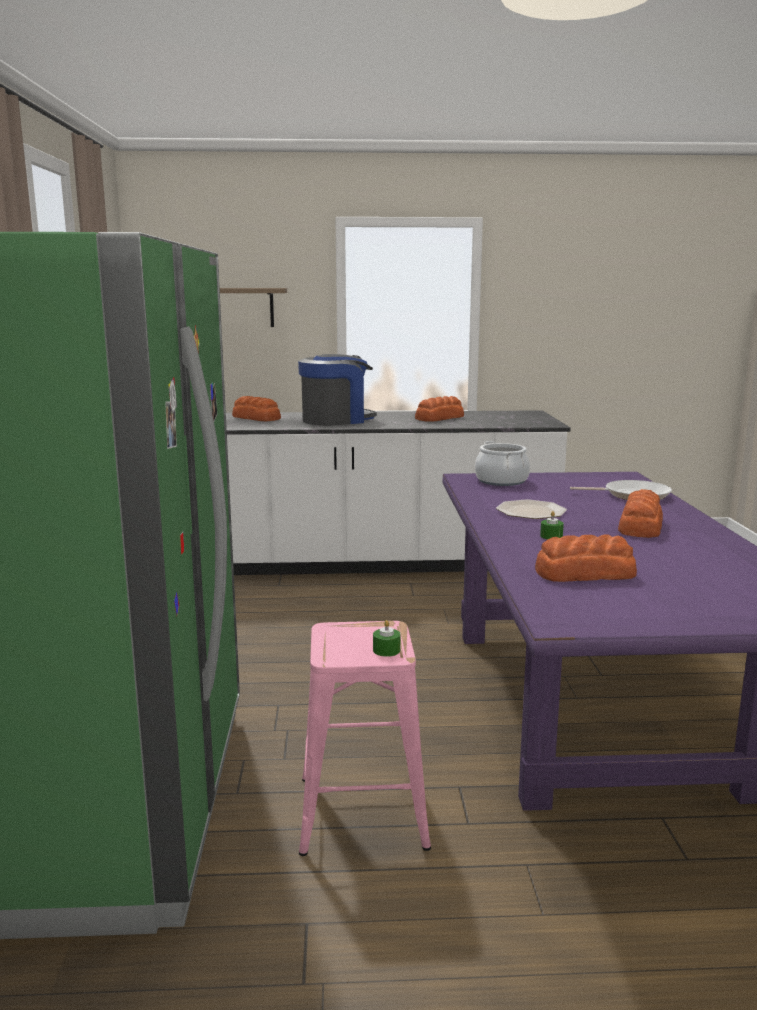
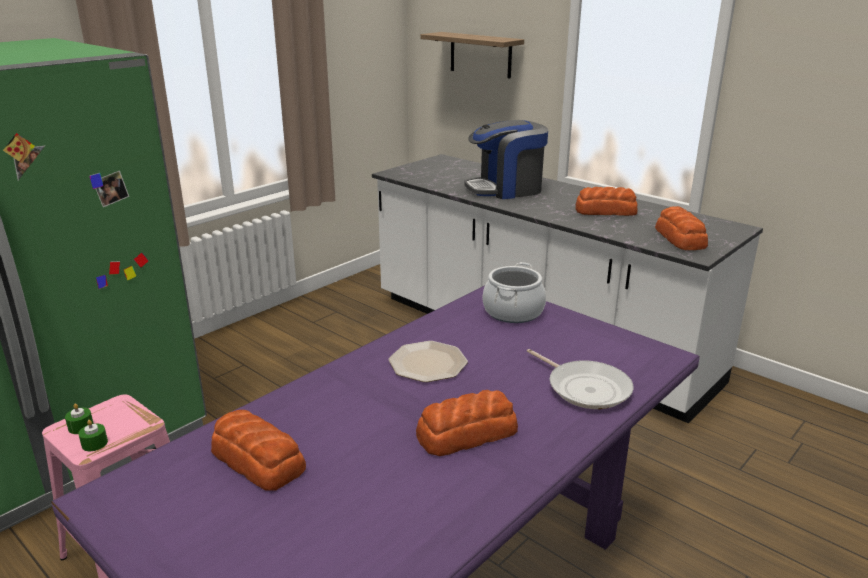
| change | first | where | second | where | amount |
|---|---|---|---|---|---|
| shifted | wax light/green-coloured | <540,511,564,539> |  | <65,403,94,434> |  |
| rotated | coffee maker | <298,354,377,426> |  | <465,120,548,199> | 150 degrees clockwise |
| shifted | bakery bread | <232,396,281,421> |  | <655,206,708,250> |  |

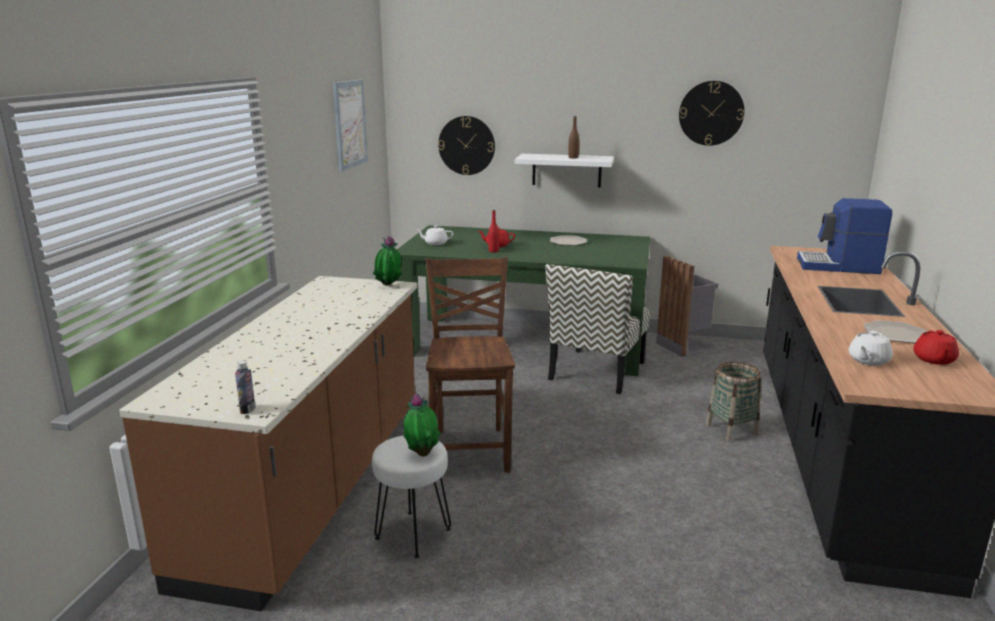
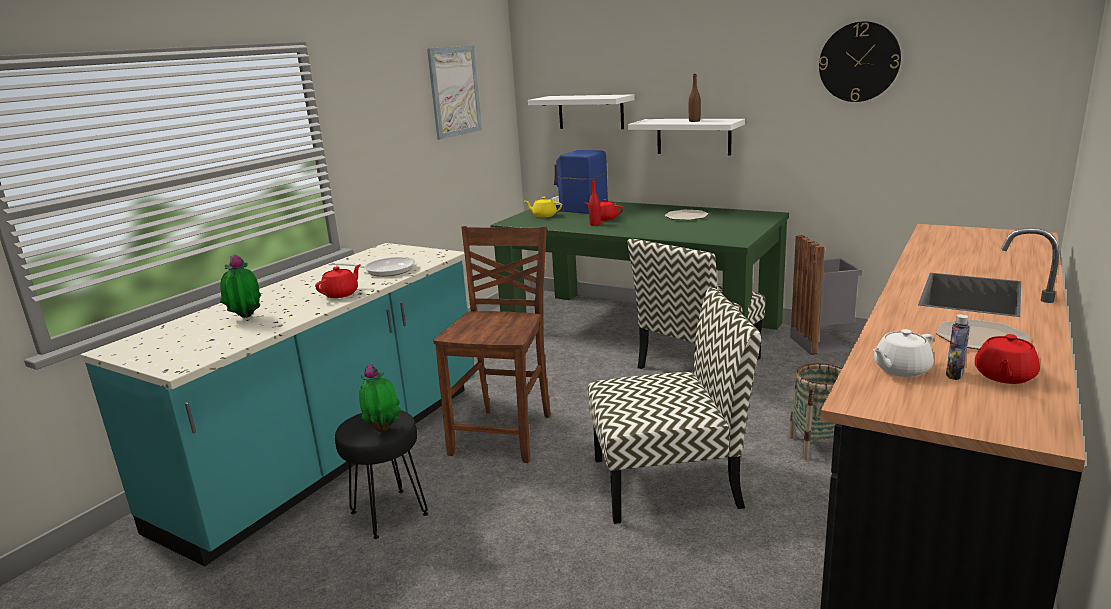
| change | first | where | second | where | amount |
|---|---|---|---|---|---|
| repainted | kitchen counter/brown-coloured | <119,276,417,611> | kitchen counter/turquoise-coloured | <80,243,475,567> |  |
| shifted | plant in a pot | <373,236,402,286> |  | <220,254,261,318> |  |
| new |  |  | tea pot/reddish | <315,264,361,298> |  |
| new |  |  | frying pan | <328,257,415,277> |  |
| repainted | stool/white-coloured | <372,435,451,558> | stool/black | <335,410,428,539> |  |
| repainted | tea pot/white-coloured | <417,225,454,245> | tea pot/yellowish | <525,197,562,218> |  |
| swapped | clock on the wall | <438,116,495,175> | bracket shelf/white-coloured | <528,94,635,129> |  |
| shifted | coffee maker | <797,198,892,274> |  | <550,150,608,214> |  |
| new |  |  | upright chair | <587,287,761,524> |  |
| shifted | drink bottle | <235,361,256,414> |  | <946,314,970,380> |  |

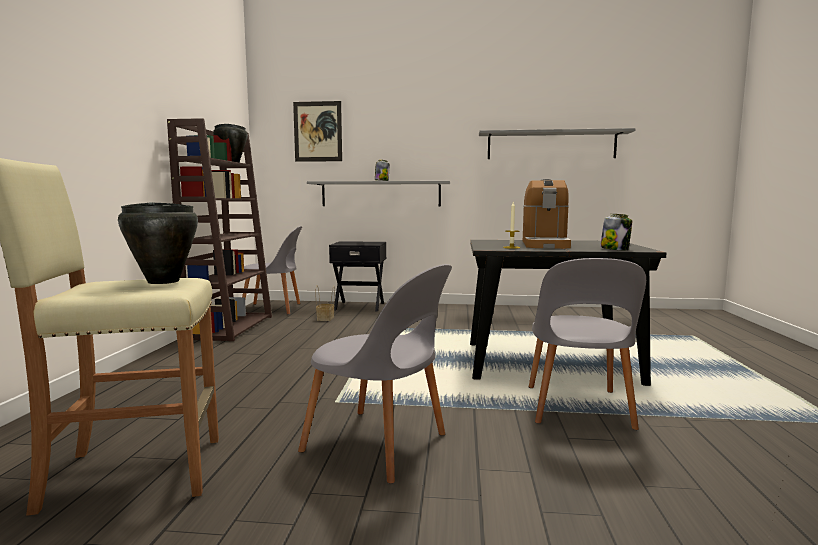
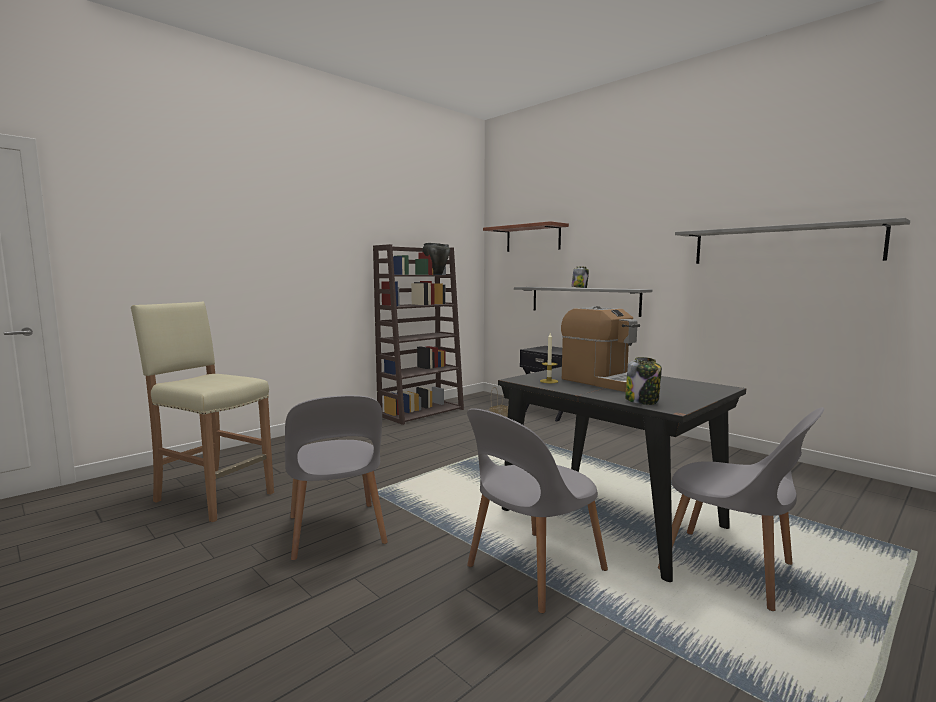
| change | first | where | second | where | amount |
|---|---|---|---|---|---|
| swapped | wall picture | <293,101,342,162> | bracket shelf | <483,221,569,252> |  |
| rotated | coffee maker | <523,179,571,249> |  | <561,306,640,392> | 90 degrees counterclockwise |
| shifted | upright chair/gray | <242,226,302,315> |  | <658,407,824,611> |  |
| gone | cooking pot/black | <118,202,198,284> |  |  |  |

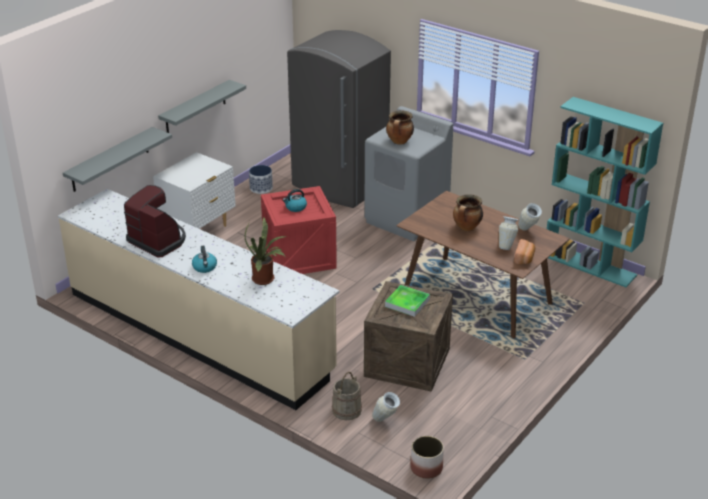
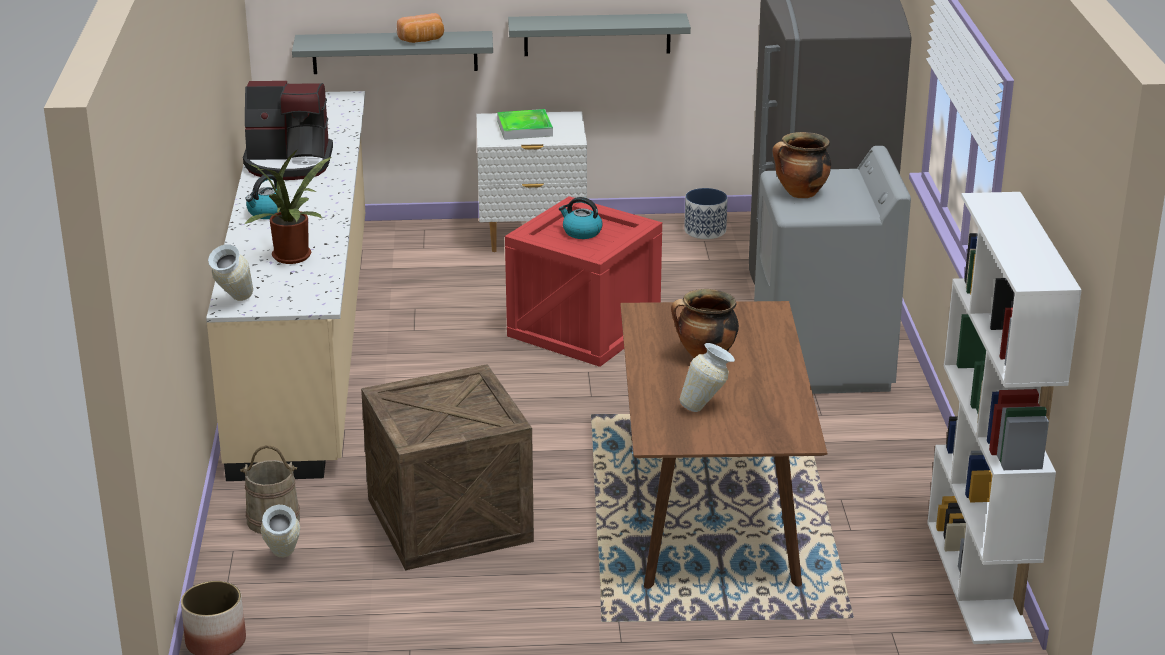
| change | first | where | second | where | amount |
|---|---|---|---|---|---|
| shifted | vase | <518,203,542,231> |  | <208,244,253,301> |  |
| rotated | coffee maker | <124,185,186,257> |  | <243,81,333,180> | 90 degrees clockwise |
| shifted | bakery bread | <514,239,535,265> |  | <397,13,444,43> |  |
| shifted | carrying tray | <385,285,430,317> |  | <497,109,553,140> |  |
| repainted | bookshelf/turquoise-coloured | <547,97,663,287> | bookshelf/white-coloured | <927,192,1082,644> |  |

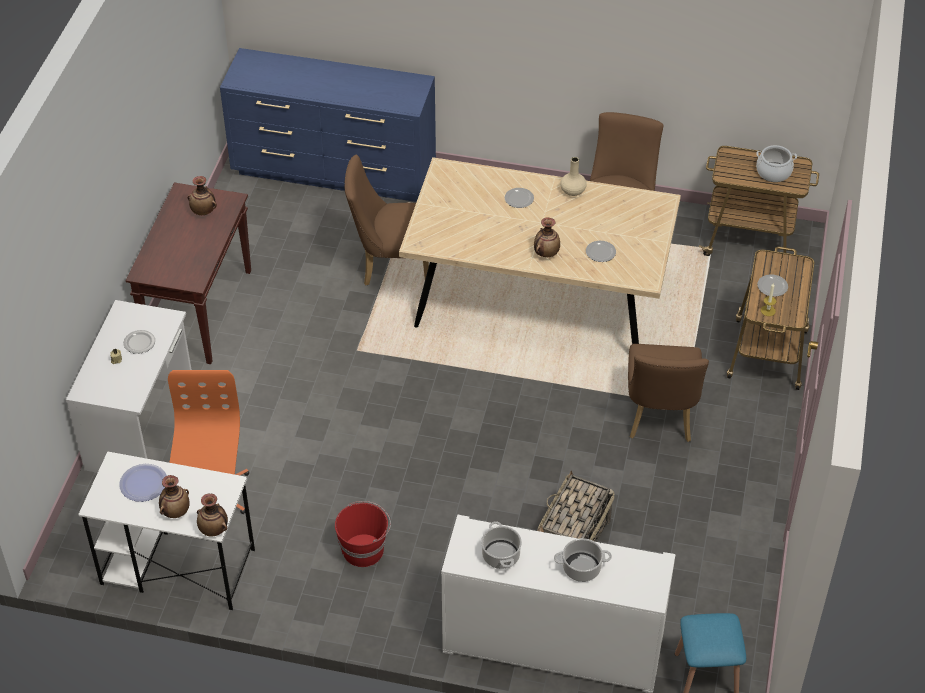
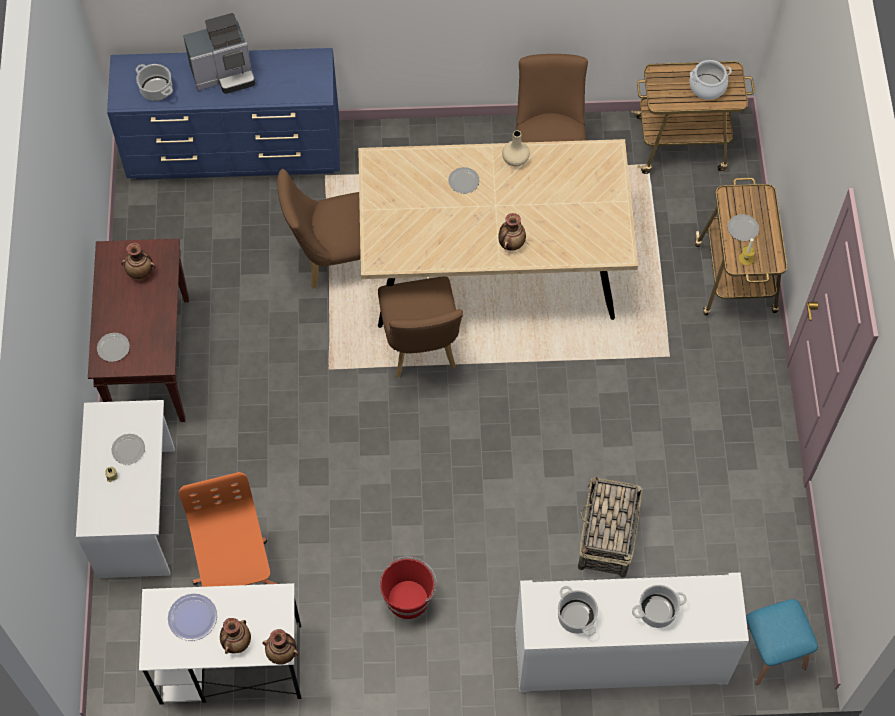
| change | first | where | second | where | amount |
|---|---|---|---|---|---|
| shifted | plate | <586,241,616,262> |  | <97,333,130,362> |  |
| new |  |  | cooking pot | <136,64,173,101> |  |
| new |  |  | coffee maker | <183,13,255,94> |  |
| shifted | upright chair/brown-coloured | <628,344,709,442> |  | <378,276,463,377> |  |

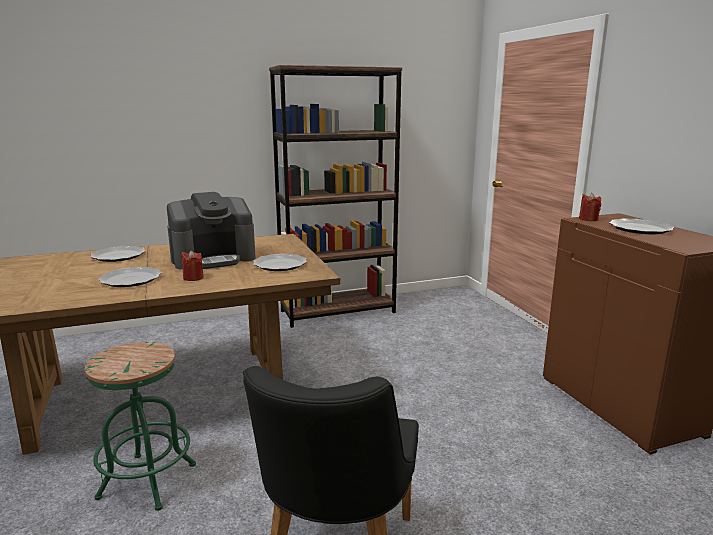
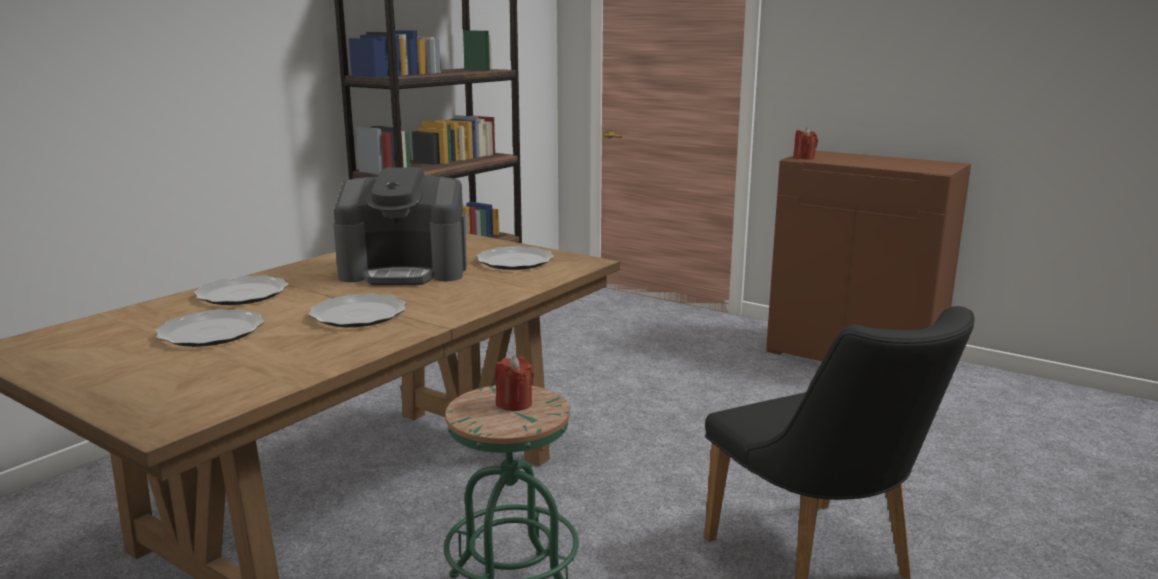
| change | first | where | second | where | amount |
|---|---|---|---|---|---|
| shifted | plate | <609,218,675,234> |  | <155,309,264,347> |  |
| rotated | coffee maker | <167,192,256,270> |  | <333,167,467,285> | 60 degrees clockwise |
| shifted | wax light/reddish | <181,250,204,281> |  | <496,356,534,411> |  |

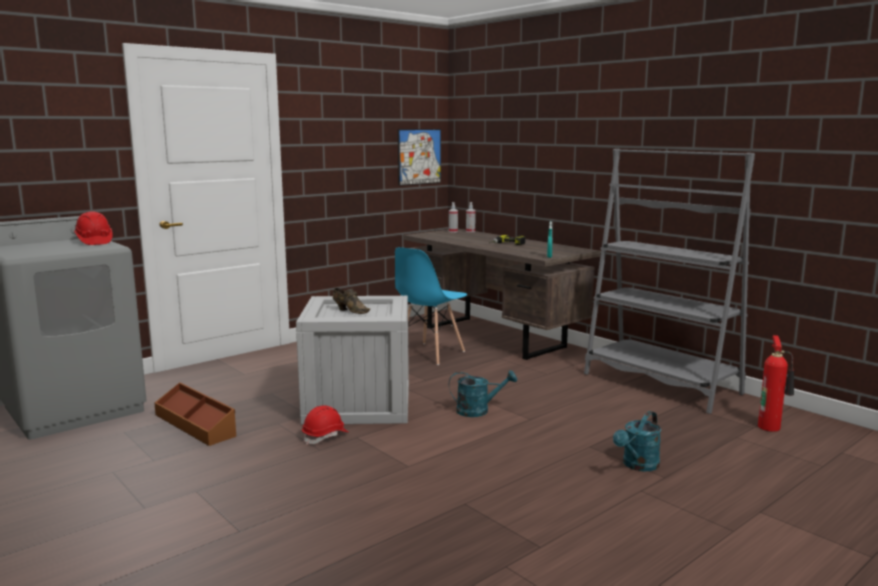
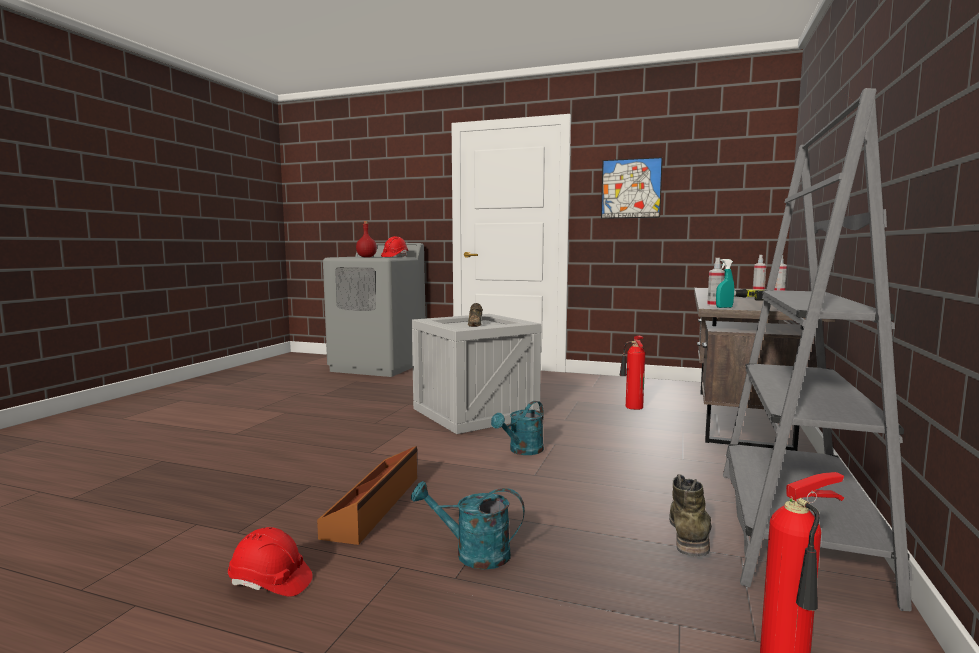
| change | first | where | second | where | amount |
|---|---|---|---|---|---|
| shifted | safety helmet/reddish | <302,406,348,445> |  | <228,527,313,597> |  |
| shifted | storage container/brown-coloured | <155,382,236,446> |  | <317,446,417,545> |  |
| new |  |  | drink bottle/reddish | <356,221,377,257> |  |
| rotated | watering can/turquoise-coloured | <449,370,517,417> |  | <491,401,544,455> | 75 degrees clockwise |
| shifted | wall picture | <398,129,441,186> |  | <601,157,663,219> |  |
| swapped | upright chair/blue | <395,247,467,365> | extinguisher | <620,336,645,410> |  |
| new |  |  | boot/green-coloured | <669,474,712,557> |  |
| new |  |  | hand sprayer | <707,258,725,307> |  |

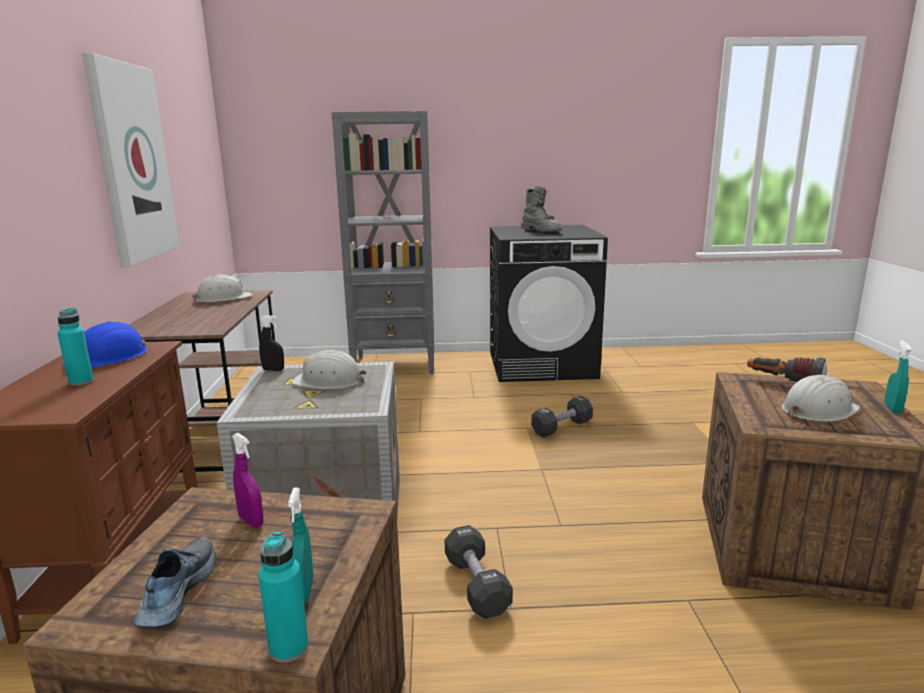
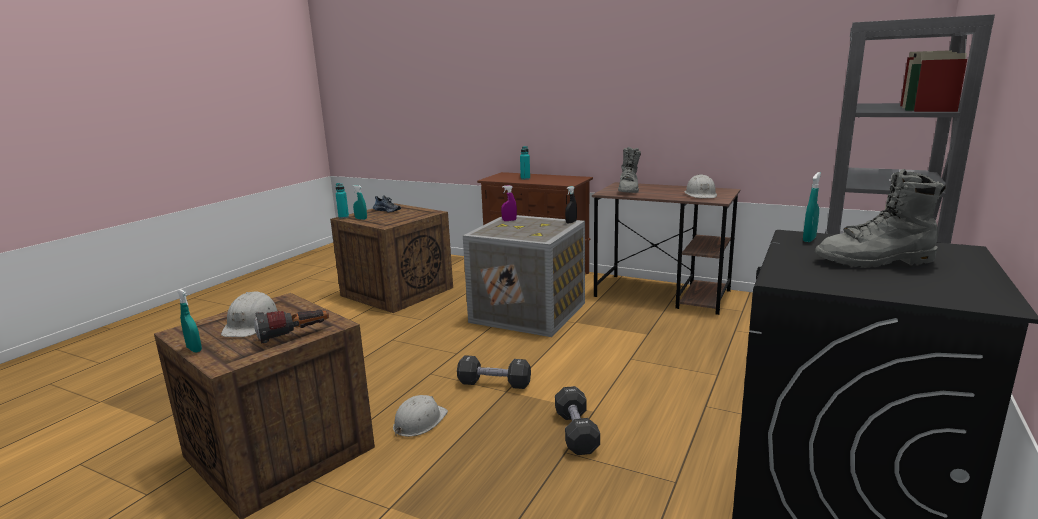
| change | first | where | second | where | amount |
|---|---|---|---|---|---|
| shifted | safety helmet/white-coloured | <291,350,366,389> |  | <393,395,448,437> |  |
| shifted | dumbbell/black | <445,525,513,619> |  | <457,355,531,389> |  |
| shifted | hand sprayer/purple-coloured | <232,433,264,528> |  | <501,185,517,221> |  |
| new |  |  | boot/gray | <618,147,641,193> |  |
| new |  |  | hand sprayer/turquoise-coloured | <803,172,821,242> |  |
| gone | safety helmet/blue | <62,321,147,368> |  |  |  |
| gone | wall picture | <82,53,179,267> |  |  |  |

